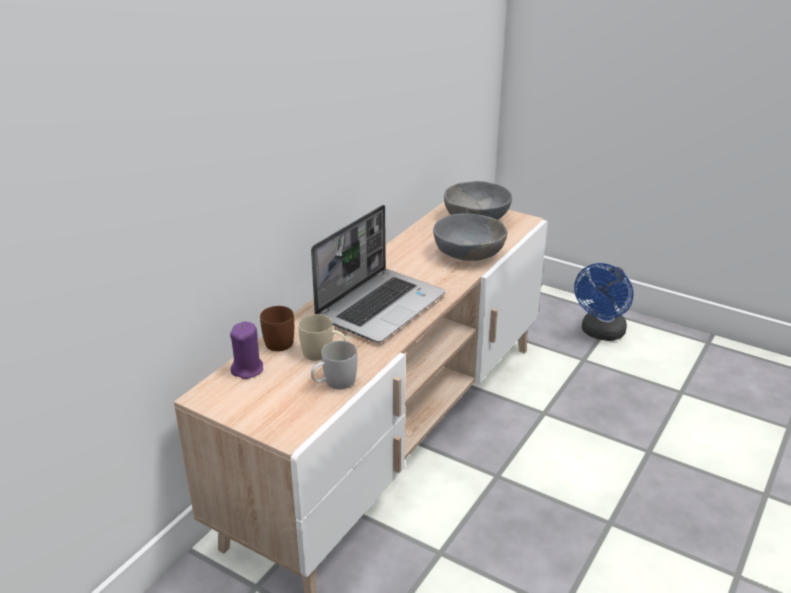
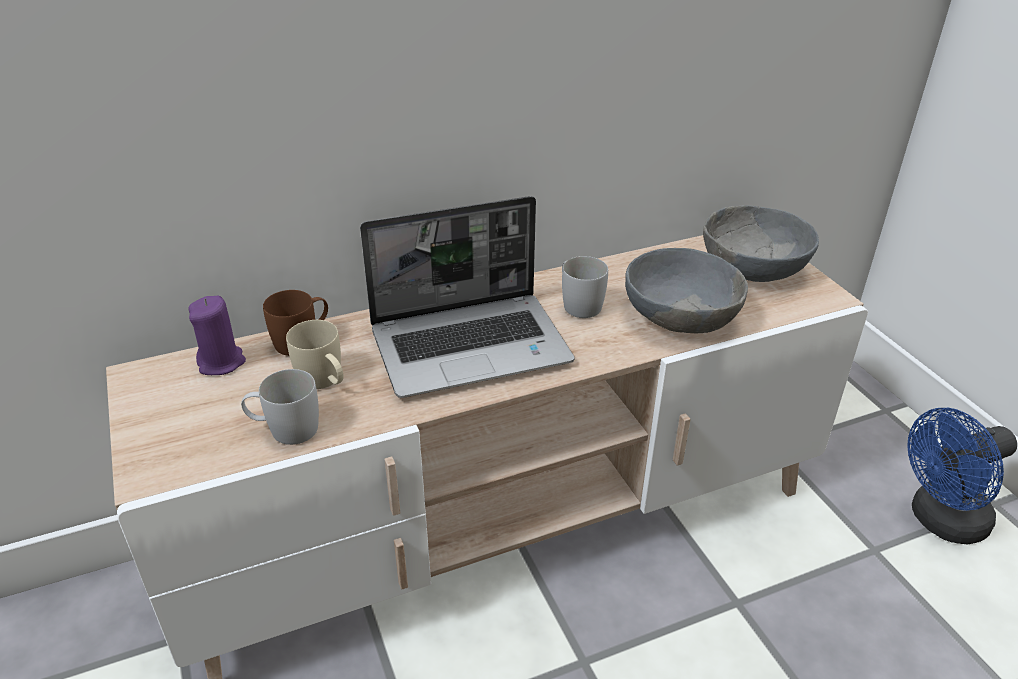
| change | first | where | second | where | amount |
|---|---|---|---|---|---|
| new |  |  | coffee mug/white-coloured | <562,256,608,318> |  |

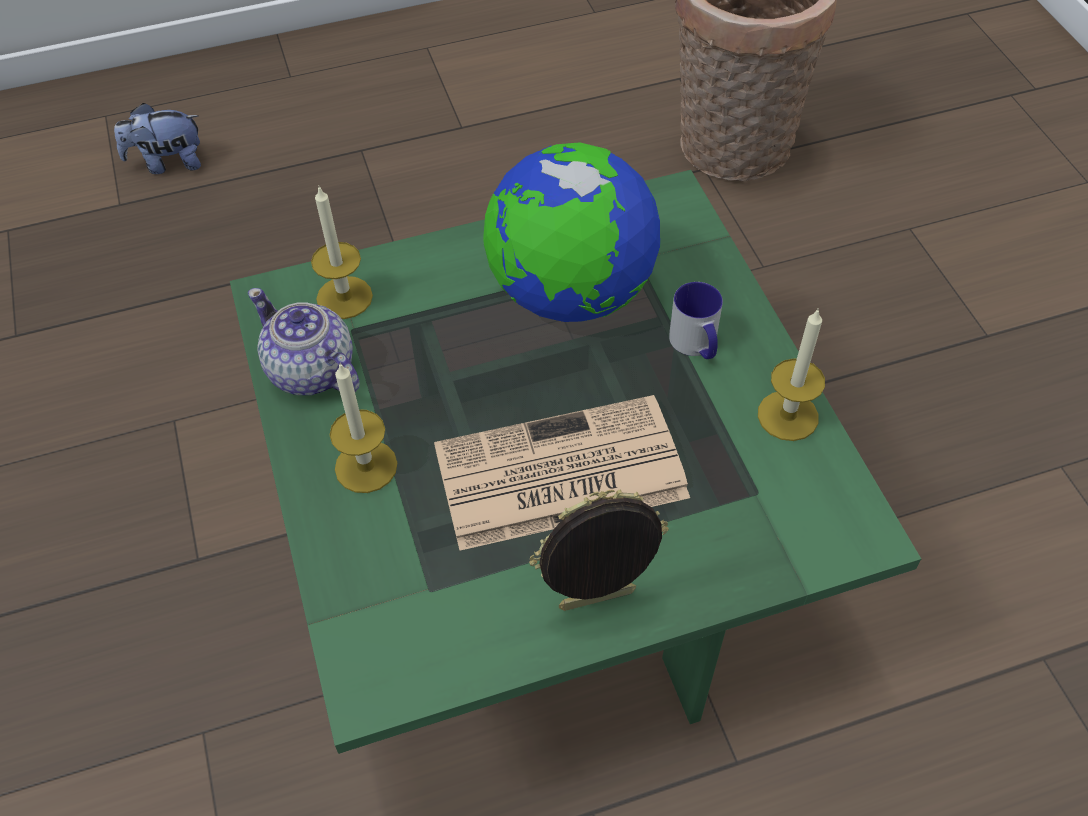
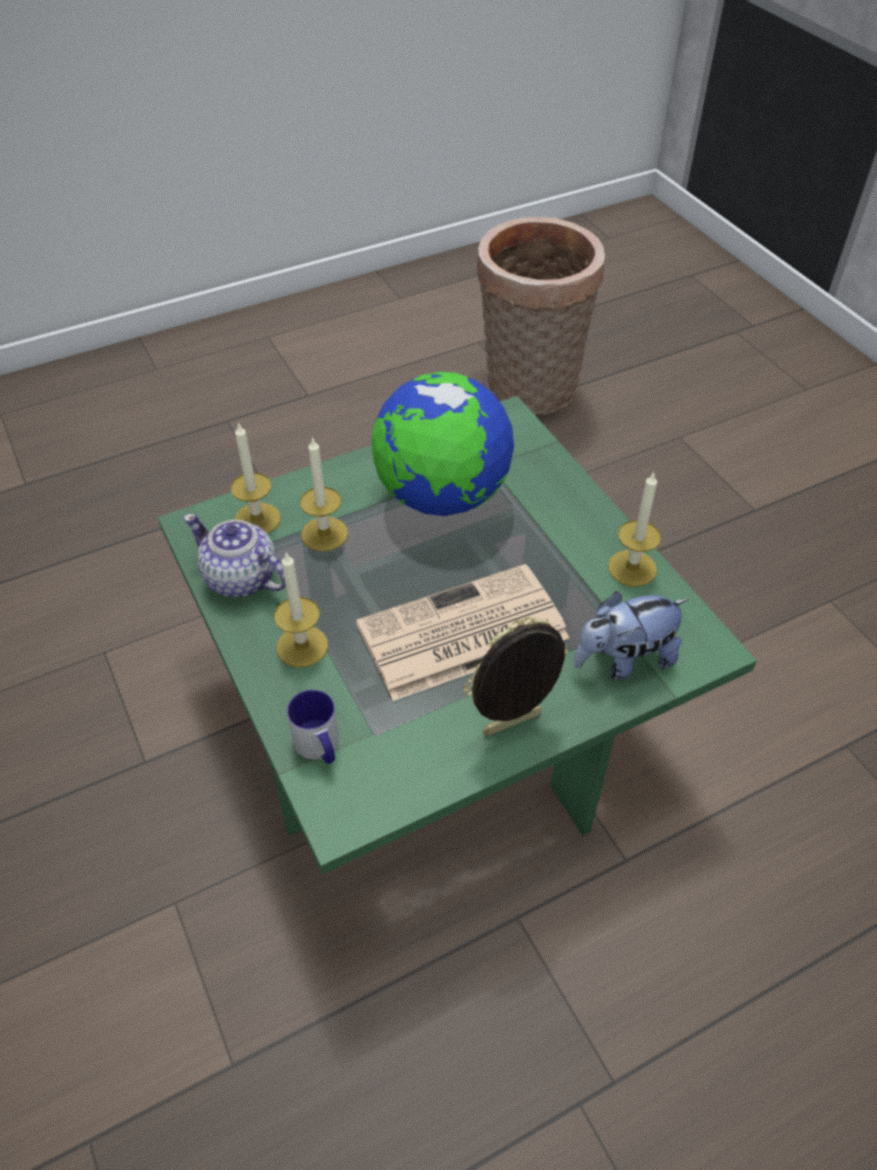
| change | first | where | second | where | amount |
|---|---|---|---|---|---|
| shifted | coffee mug | <669,282,723,359> |  | <287,690,339,764> |  |
| new |  |  | wax light | <300,437,348,551> |  |
| shifted | plush toy | <114,103,201,174> |  | <574,591,689,680> |  |

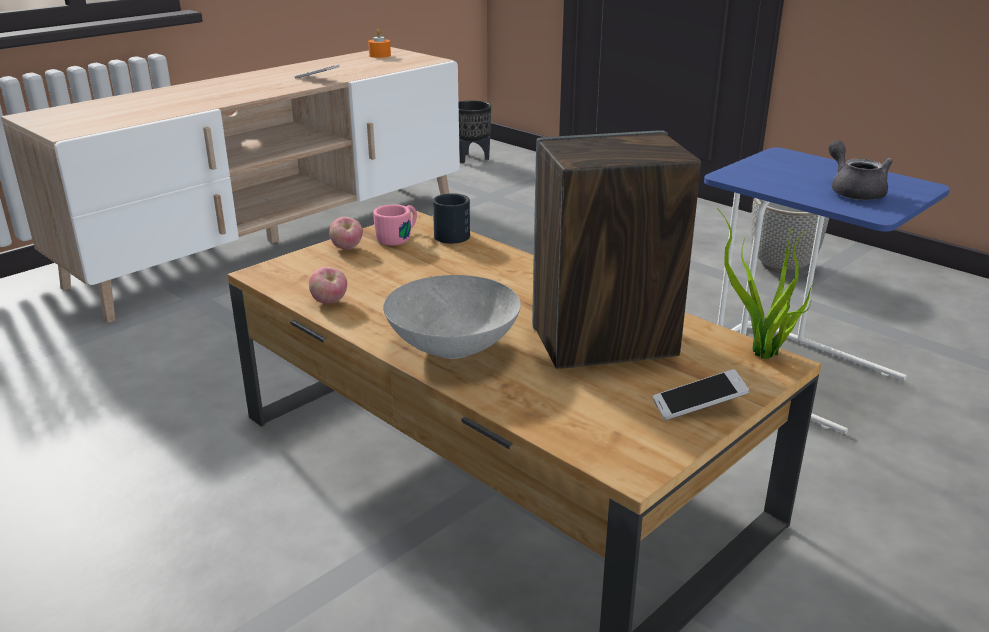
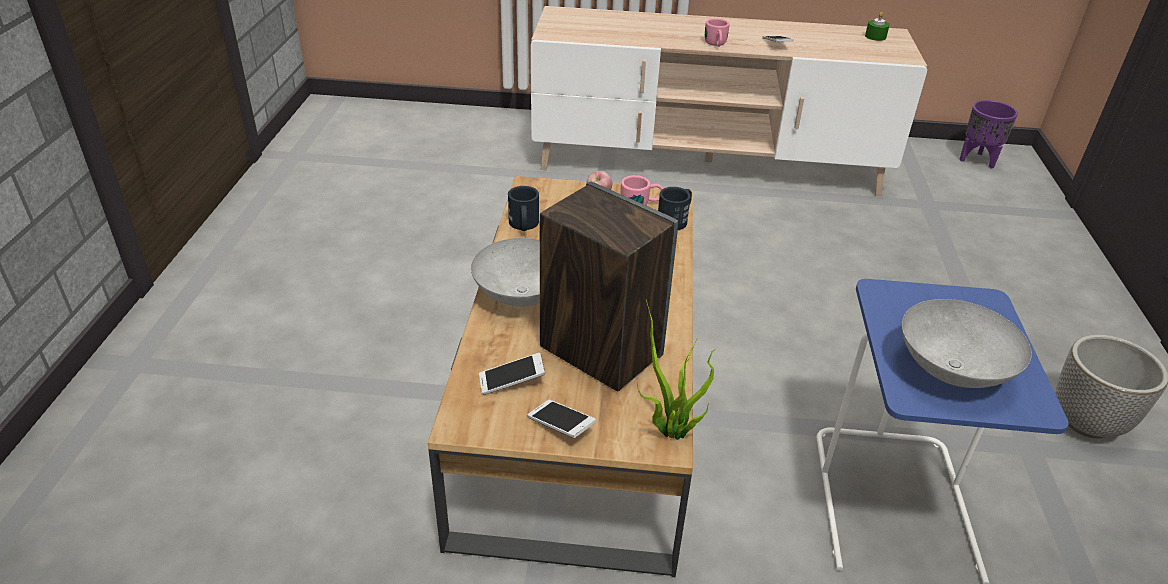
| change | first | where | second | where | amount |
|---|---|---|---|---|---|
| new |  |  | phone | <479,353,545,395> |  |
| swapped | apple | <309,267,347,304> | coffee mug/black | <508,186,539,231> |  |
| new |  |  | coffee mug/pink-coloured | <705,18,730,47> |  |
| repainted | wax light/orange-coloured | <368,29,391,58> | wax light/green-coloured | <865,12,890,41> |  |
| swapped | tea pot/gray | <828,140,893,200> | bowl/gray | <902,299,1032,388> |  |
| repainted | planter/black | <459,100,491,163> | planter/purple-coloured | <959,100,1018,169> |  |

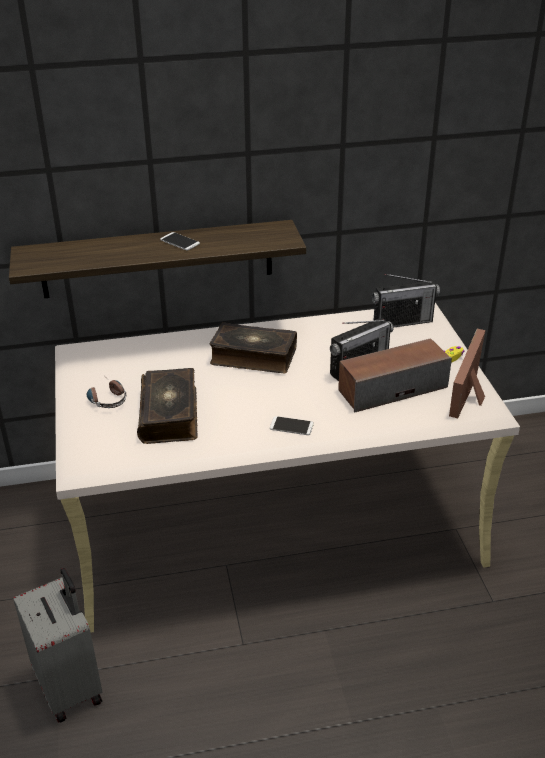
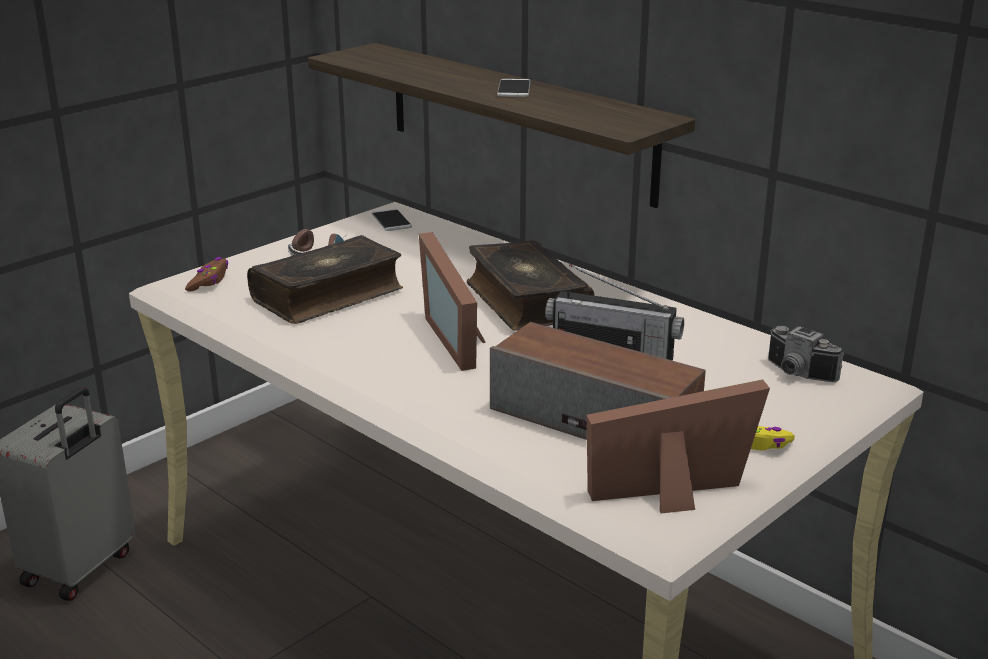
| change | first | where | second | where | amount |
|---|---|---|---|---|---|
| new |  |  | joypad/brown-coloured | <185,257,228,292> |  |
| shifted | phone | <270,416,314,435> |  | <372,209,412,231> |  |
| new |  |  | photo frame | <419,232,486,371> |  |
| swapped | radio | <372,274,440,328> | still camera | <768,326,844,382> |  |

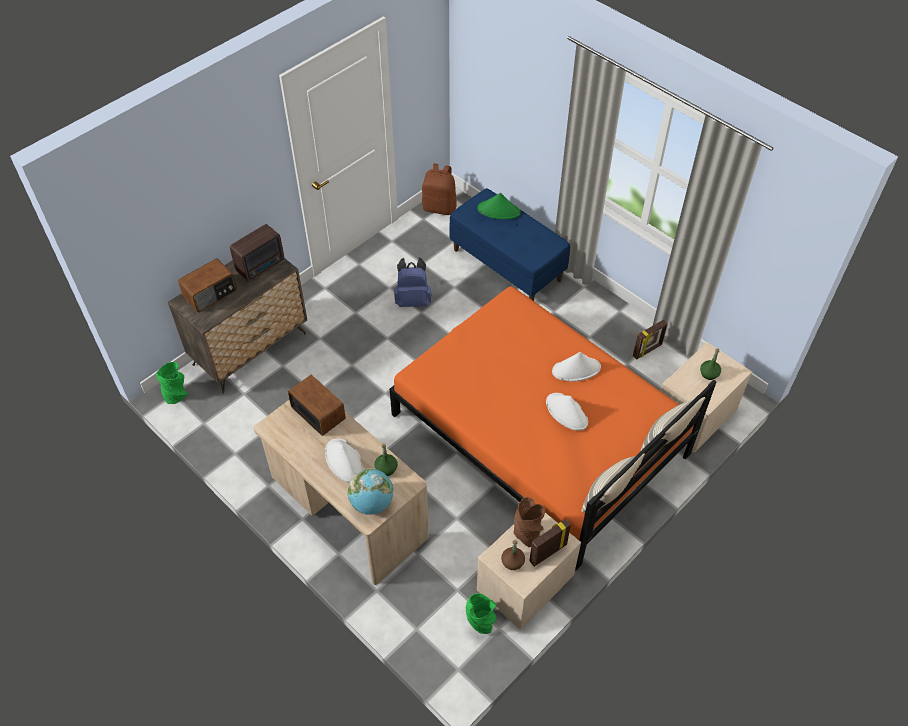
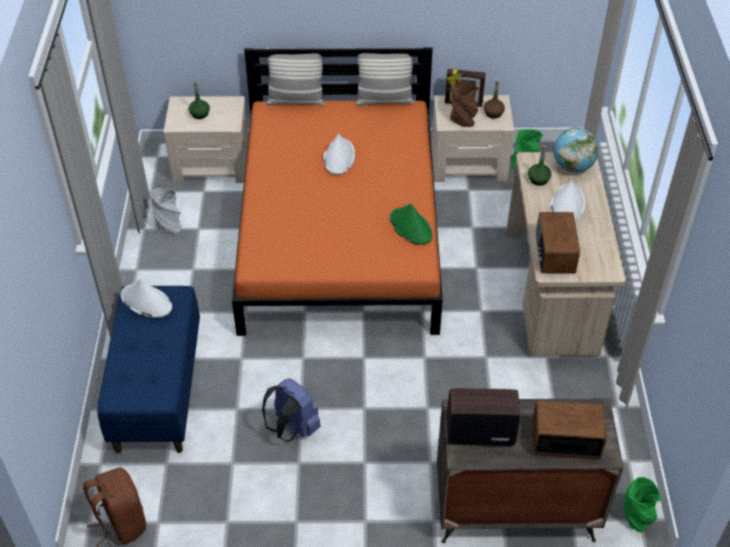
| change | first | where | second | where | amount |
|---|---|---|---|---|---|
| shifted | clothing hat/white-coloured | <552,352,601,381> |  | <121,279,172,318> |  |
| swapped | photo frame | <633,320,668,359> | vase/gray | <151,188,182,234> |  |
| shifted | clothing hat/green-coloured | <477,193,520,220> |  | <390,204,433,245> |  |

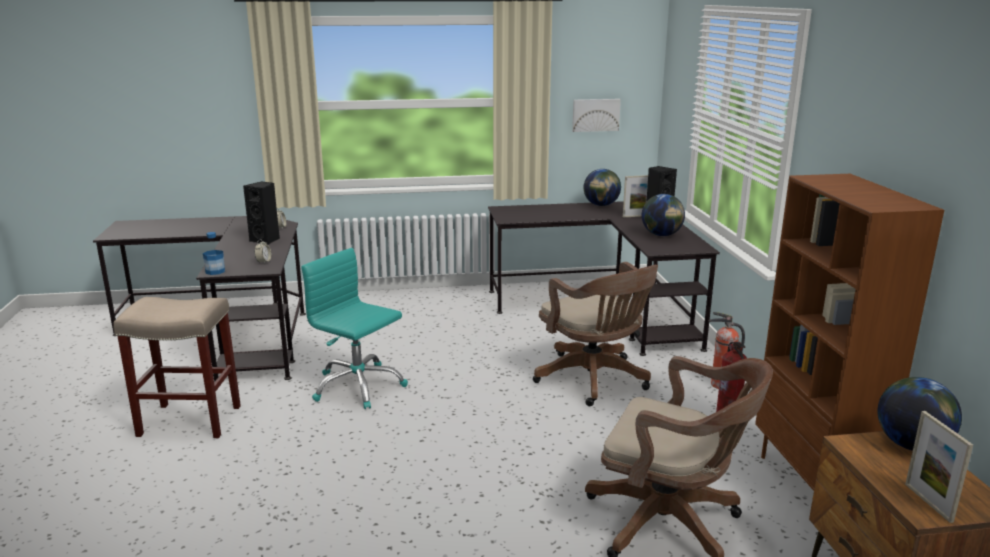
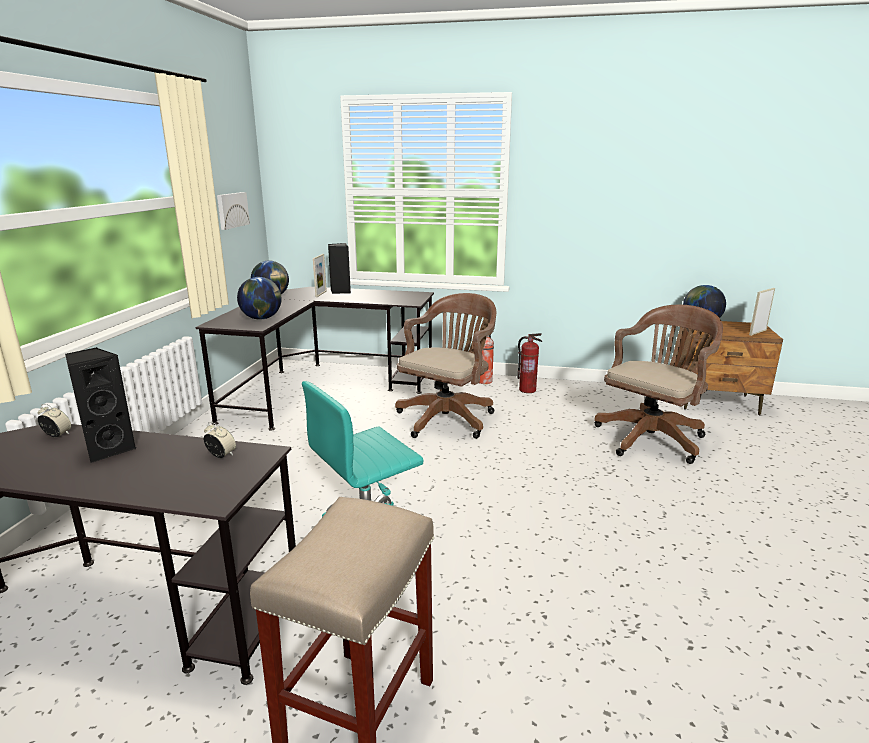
| change | first | where | second | where | amount |
|---|---|---|---|---|---|
| shifted | world globe | <642,194,685,236> |  | <237,277,282,320> |  |
| rotated | desk chair/brown-coloured | <533,262,658,406> |  | <395,293,497,439> | 45 degrees counterclockwise |
| rotated | photo frame | <905,411,973,523> |  | <749,288,775,336> | 135 degrees clockwise |
| gone | drink bottle | <203,232,225,275> |  |  |  |
| gone | bookshelf/brown-coloured | <755,174,944,491> |  |  |  |

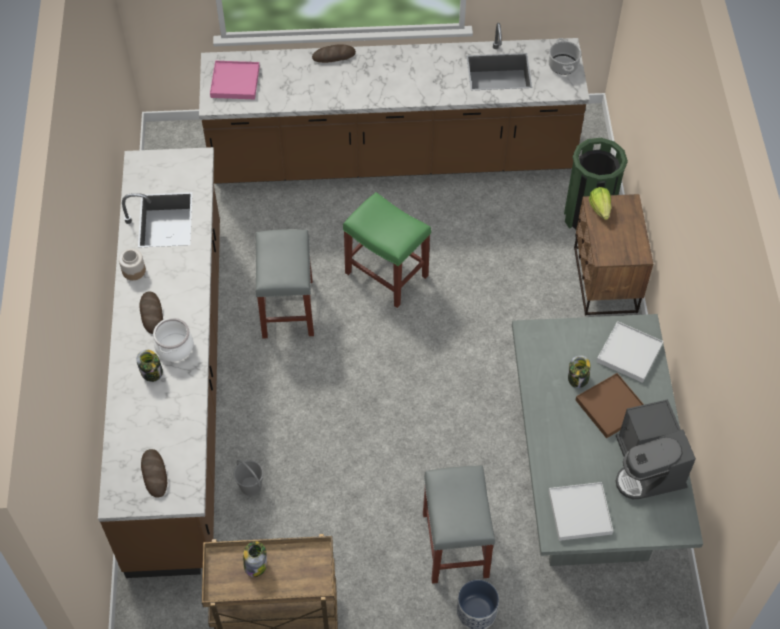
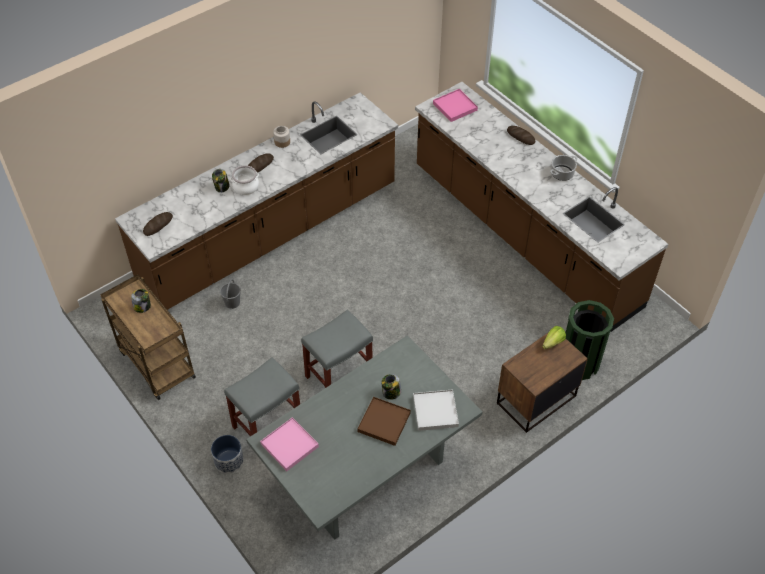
| change | first | where | second | where | amount |
|---|---|---|---|---|---|
| repainted | carrying tray/white-coloured | <549,482,613,541> | carrying tray/pink-coloured | <260,417,319,471> |  |
| shifted | stool/gray | <256,229,314,338> |  | <301,310,373,388> |  |
| shifted | cooking pot | <548,38,582,75> |  | <550,155,577,181> |  |
| gone | stool/green-coloured | <343,192,431,308> |  |  |  |
| gone | coffee maker | <616,399,696,499> |  |  |  |

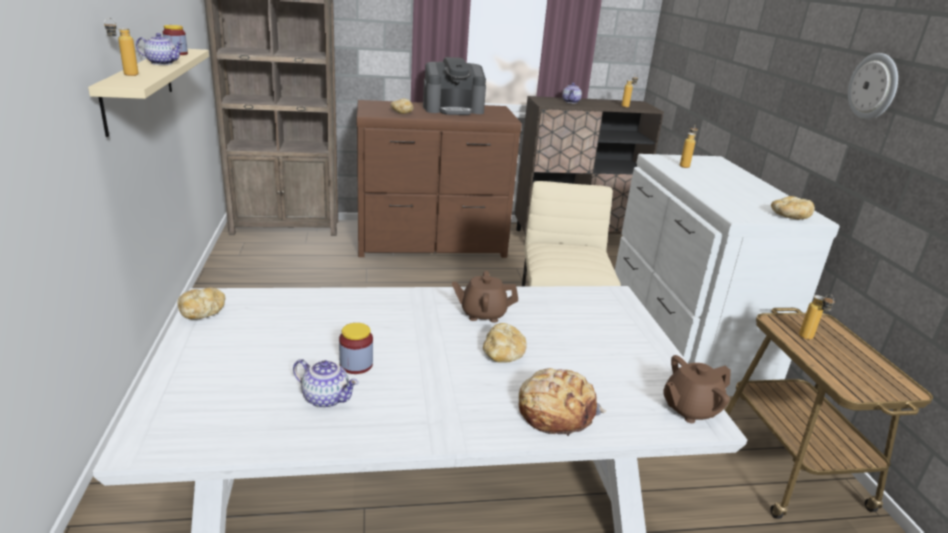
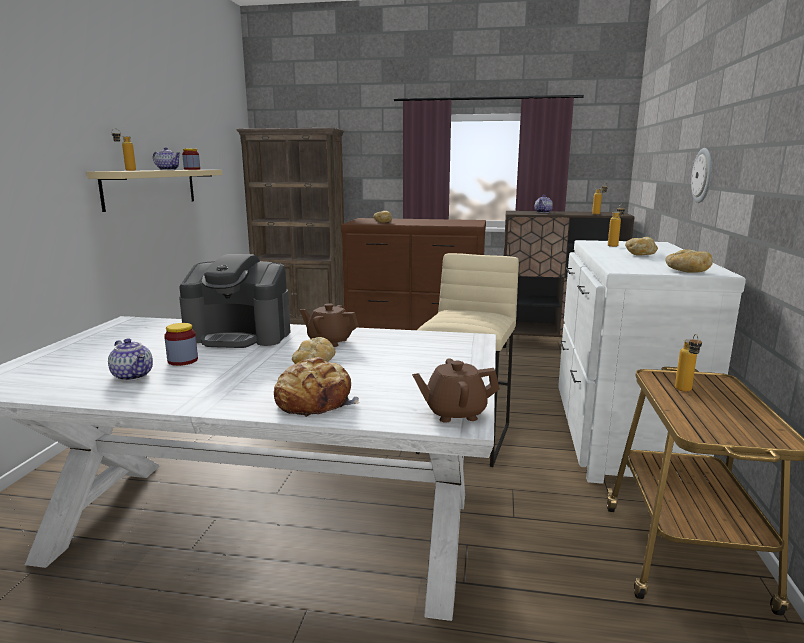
| change | first | where | second | where | amount |
|---|---|---|---|---|---|
| shifted | coffee maker | <423,57,486,115> |  | <179,254,290,348> |  |
| shifted | bakery bread | <178,287,225,319> |  | <625,237,658,256> |  |
| shifted | clock on the wall | <848,53,898,120> |  | <691,148,712,203> |  |

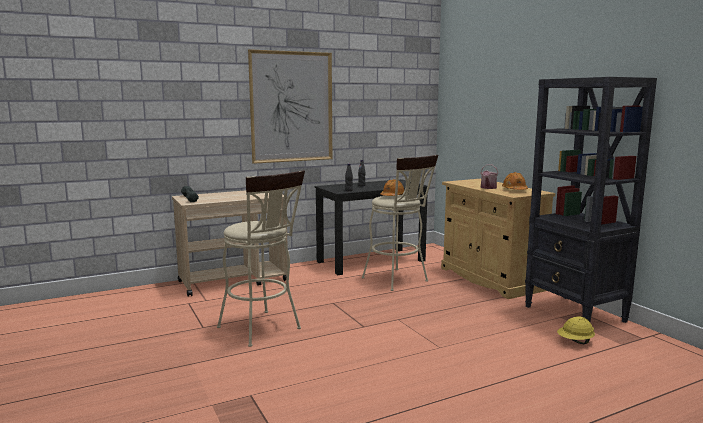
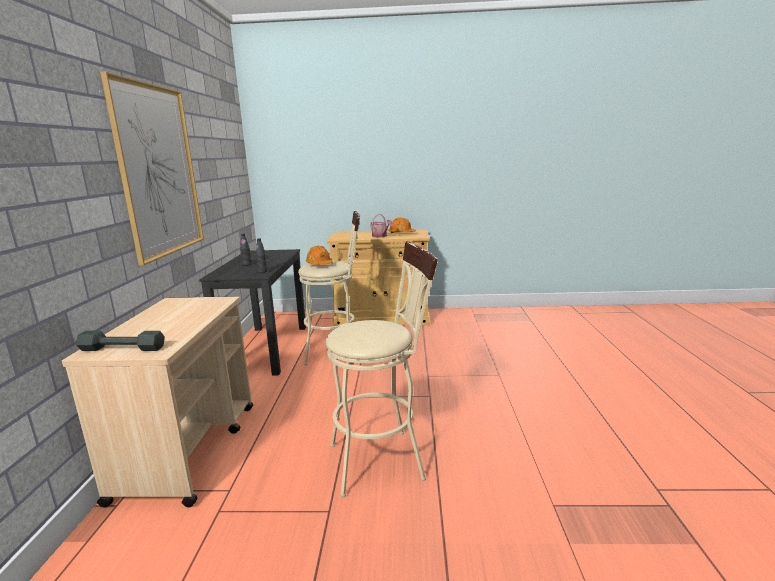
| change | first | where | second | where | amount |
|---|---|---|---|---|---|
| gone | bookshelf/black | <525,77,657,323> |  |  |  |
| gone | safety helmet/yellowish | <557,316,595,344> |  |  |  |

